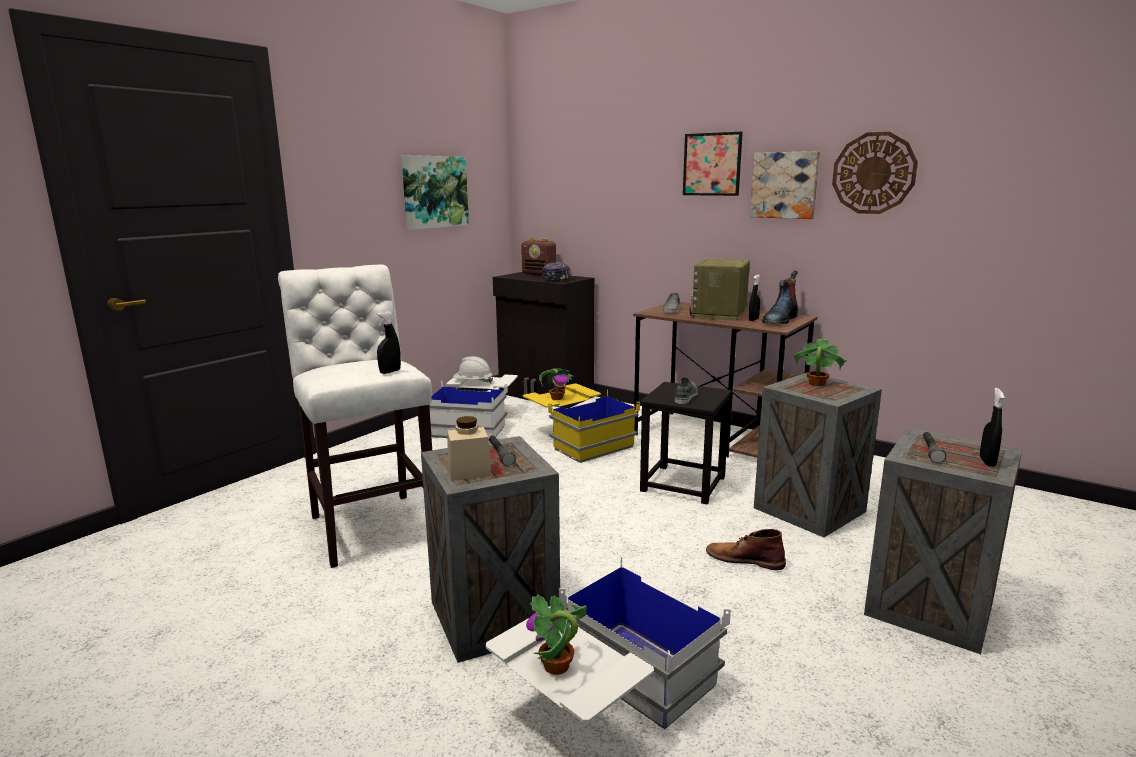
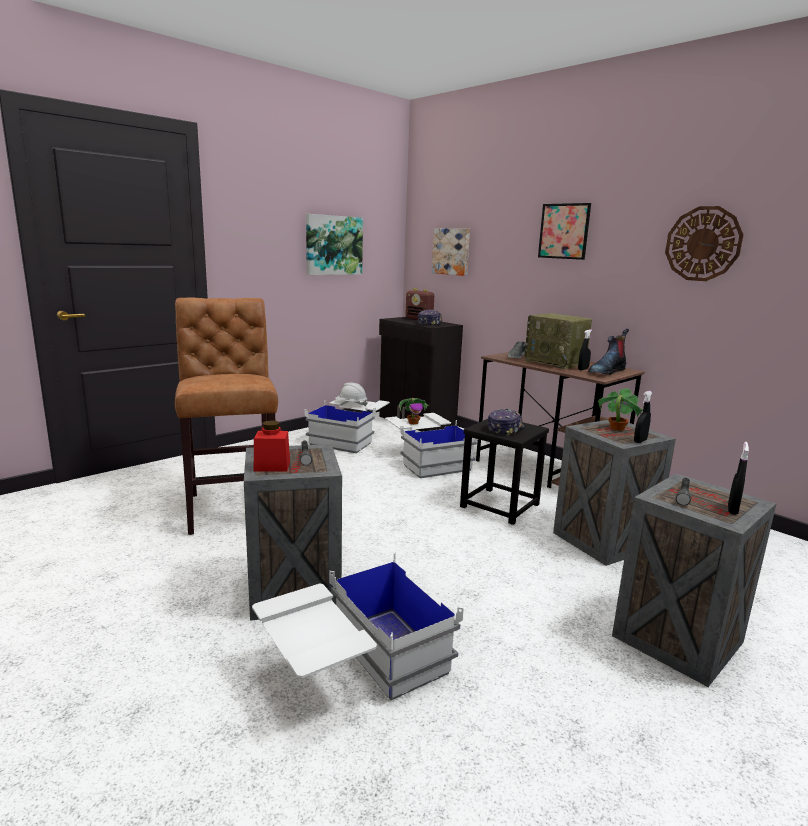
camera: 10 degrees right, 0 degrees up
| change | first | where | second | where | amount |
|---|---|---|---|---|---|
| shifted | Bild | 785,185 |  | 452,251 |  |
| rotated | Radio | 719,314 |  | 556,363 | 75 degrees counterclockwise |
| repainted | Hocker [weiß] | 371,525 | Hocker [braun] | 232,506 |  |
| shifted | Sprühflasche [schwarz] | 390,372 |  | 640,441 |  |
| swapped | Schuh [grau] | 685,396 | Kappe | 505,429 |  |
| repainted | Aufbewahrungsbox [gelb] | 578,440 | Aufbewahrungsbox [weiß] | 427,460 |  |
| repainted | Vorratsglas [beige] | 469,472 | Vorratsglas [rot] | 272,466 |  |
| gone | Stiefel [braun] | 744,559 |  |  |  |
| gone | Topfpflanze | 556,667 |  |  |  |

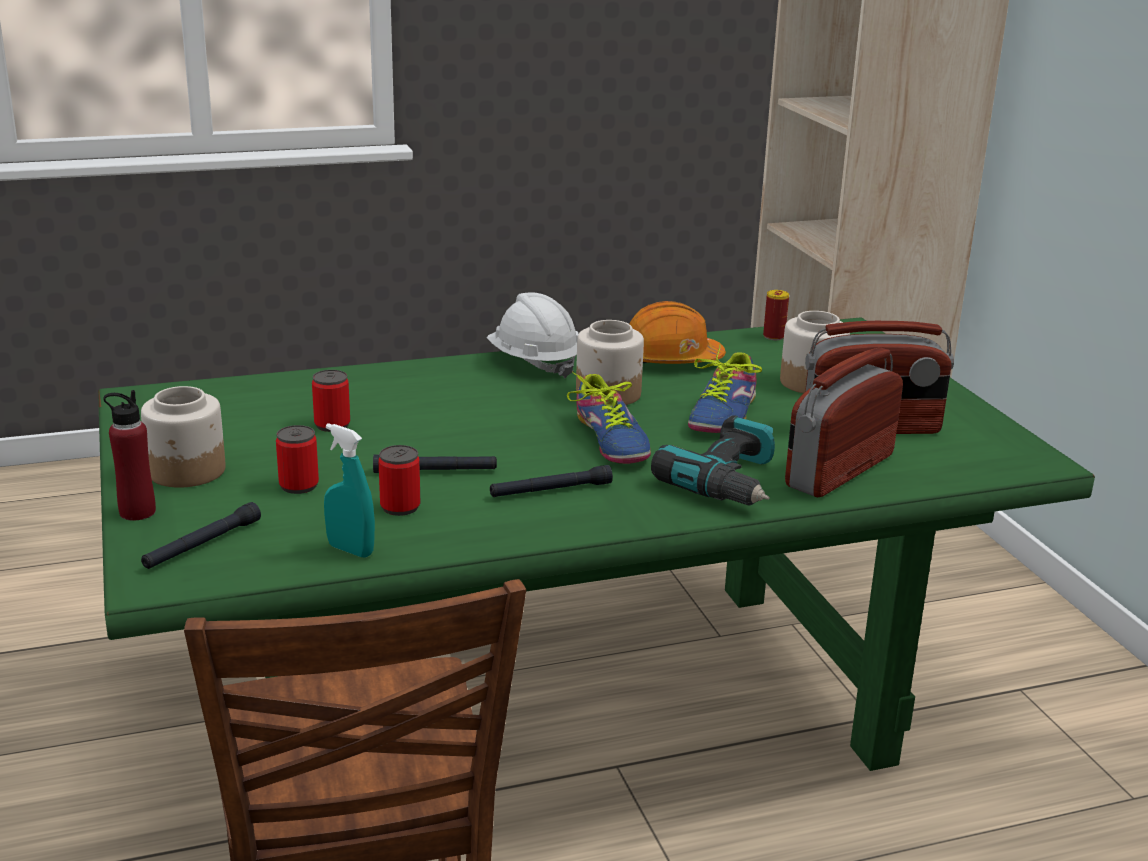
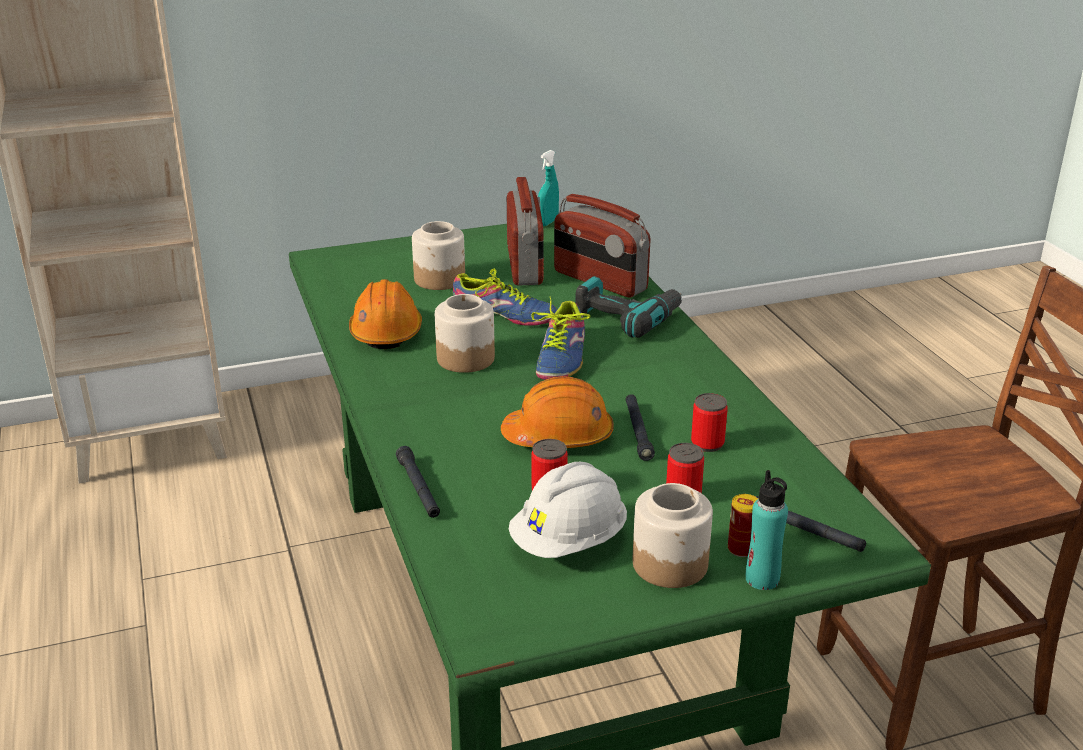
camera: 90 degrees left, 5 degrees up
| change | first | where | second | where | amount |
|---|---|---|---|---|---|
| shifted | Dose | 774,336 |  | 741,549 |  |
| shifted | Schutzhelm [weiß] | 534,363 |  | 569,542 |  |
| rotated | Schuh | 612,440 |  | 561,358 | 120 degrees clockwise |
| repainted | Flasche [rot] | 137,512 | Flasche [türkis] | 762,579 |  |
| shifted | Sprühflasche [türkis] | 350,550 |  | 548,222 |  |
| shifted | Taschenlampe [schwarz] | 550,490 |  | 418,489 |  |
| new |  |  | Schutzhelm [orange] | 559,436 |  |

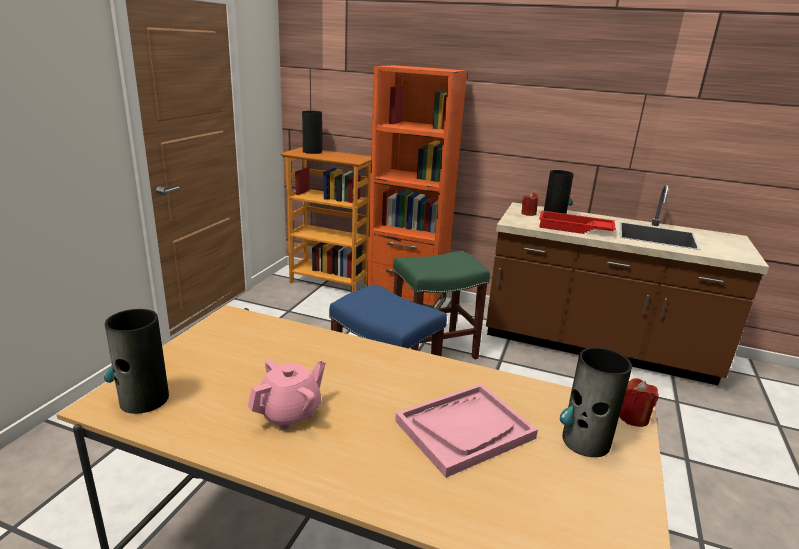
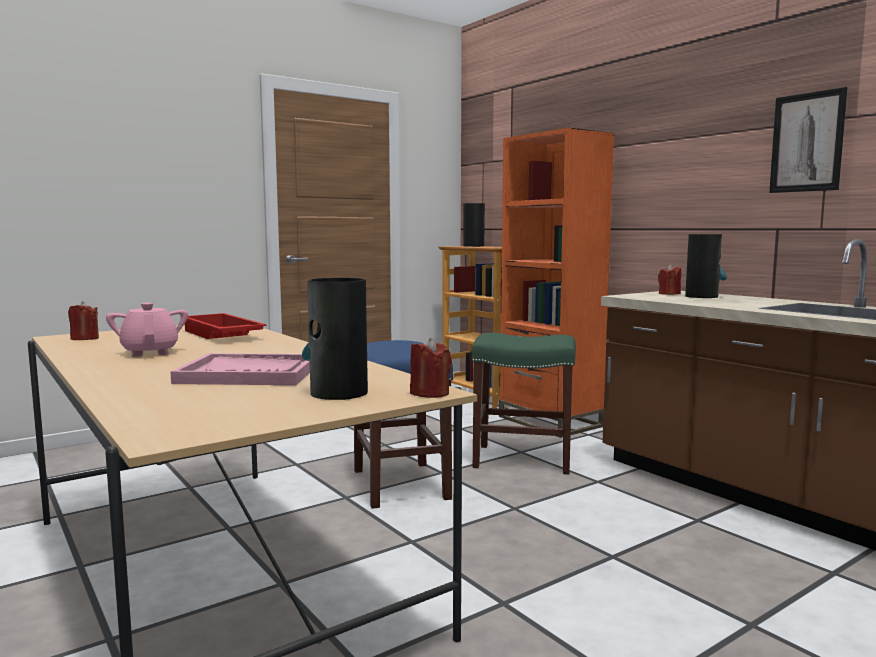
camera: 35 degrees right, 15 degrees down
| change | first | where | second | where | amount |
|---|---|---|---|---|---|
| shifted | Tablett [rot] | 574,229 |  | 220,335 |  |
| swapped | Vase | 143,400 | Kerze [rot] | 84,338 |  |
| rotated | Teekanne [rosa] | 290,413 |  | 150,352 | 105 degrees counterclockwise |
| new |  |  | Bild | 807,142 |  |

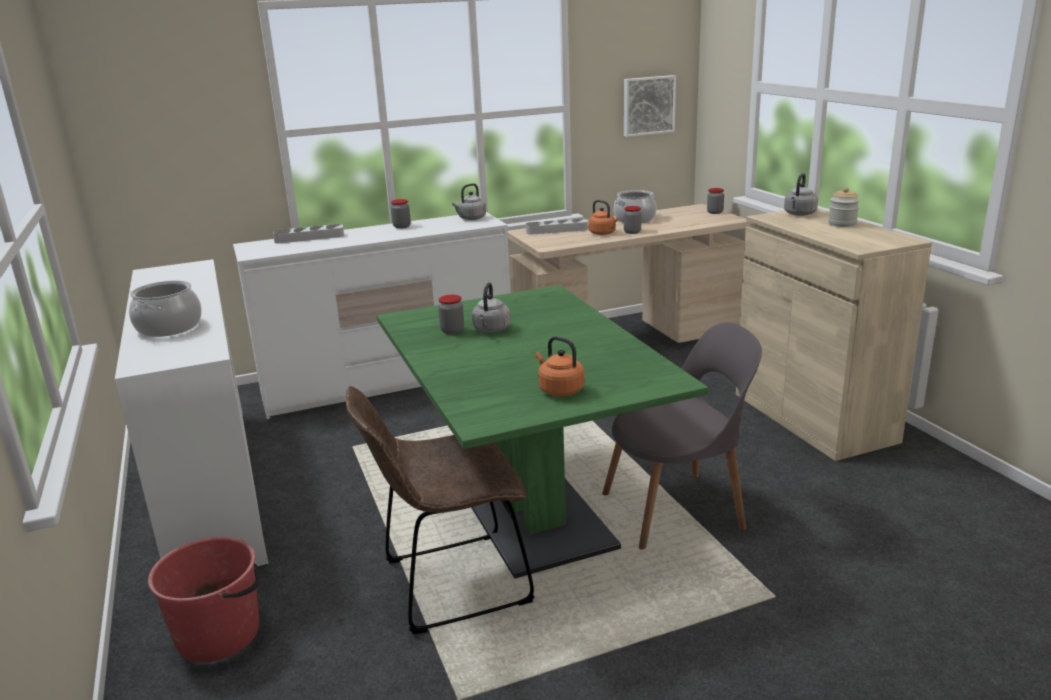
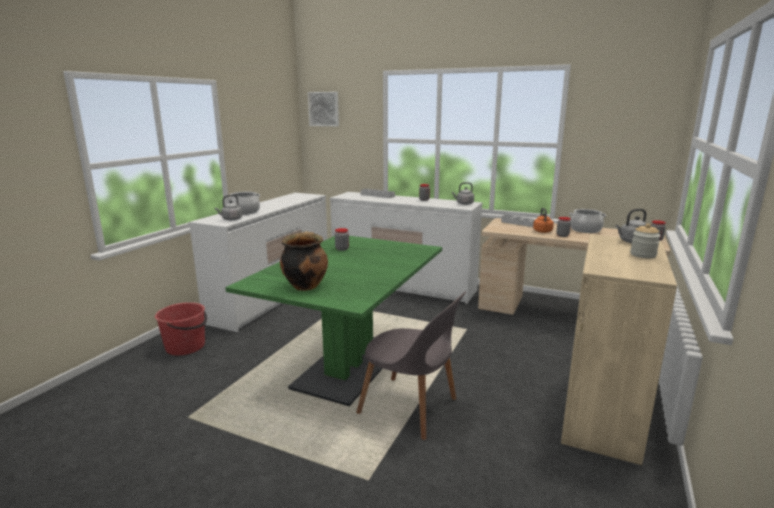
camera: 45 degrees right, 5 degrees down
| change | first | where | second | where | amount |
|---|---|---|---|---|---|
| shifted | Bild | 648,105 |  | 324,109 |  |
| shifted | Wasserkessel [grau] | 491,330 |  | 231,219 |  |
| swapped | Wasserkessel [orange] | 559,390 | Kochtopf | 305,285 |  |
| gone | Stuhl [braun] | 448,584 |  |  |  |

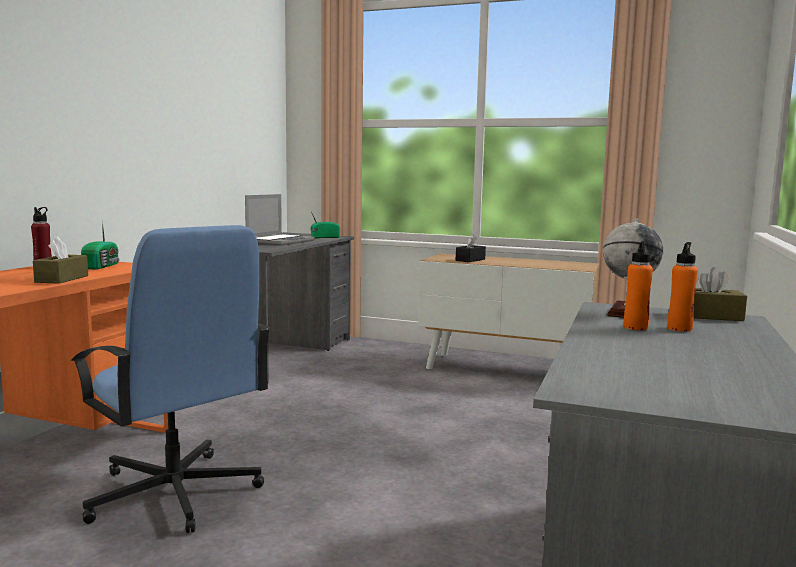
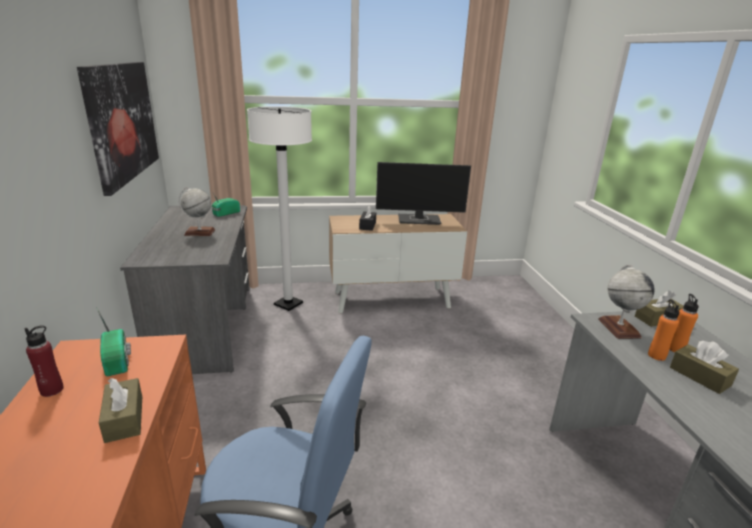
camera: 30 degrees left, 15 degrees up
| change | first | where | second | where | amount |
|---|---|---|---|---|---|
| swapped | Laptop | 280,241 | Globus | 199,232 |  |
| new |  |  | Bild | 122,121 |  |
| new |  |  | Stehlampe [weiß] | 288,304 |  |
| new |  |  | Monitor | 420,220 |  |
| new |  |  | Taschentuchbox [braun] | 699,376 |  |

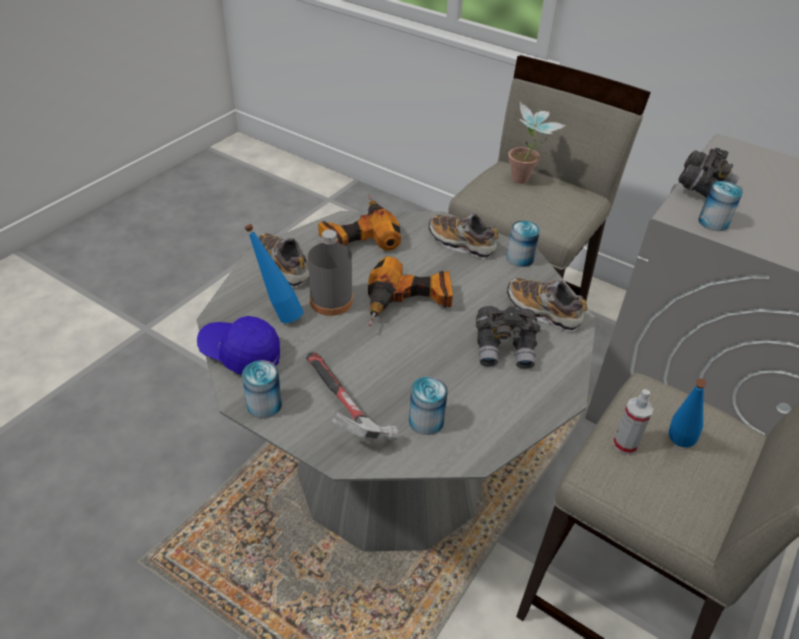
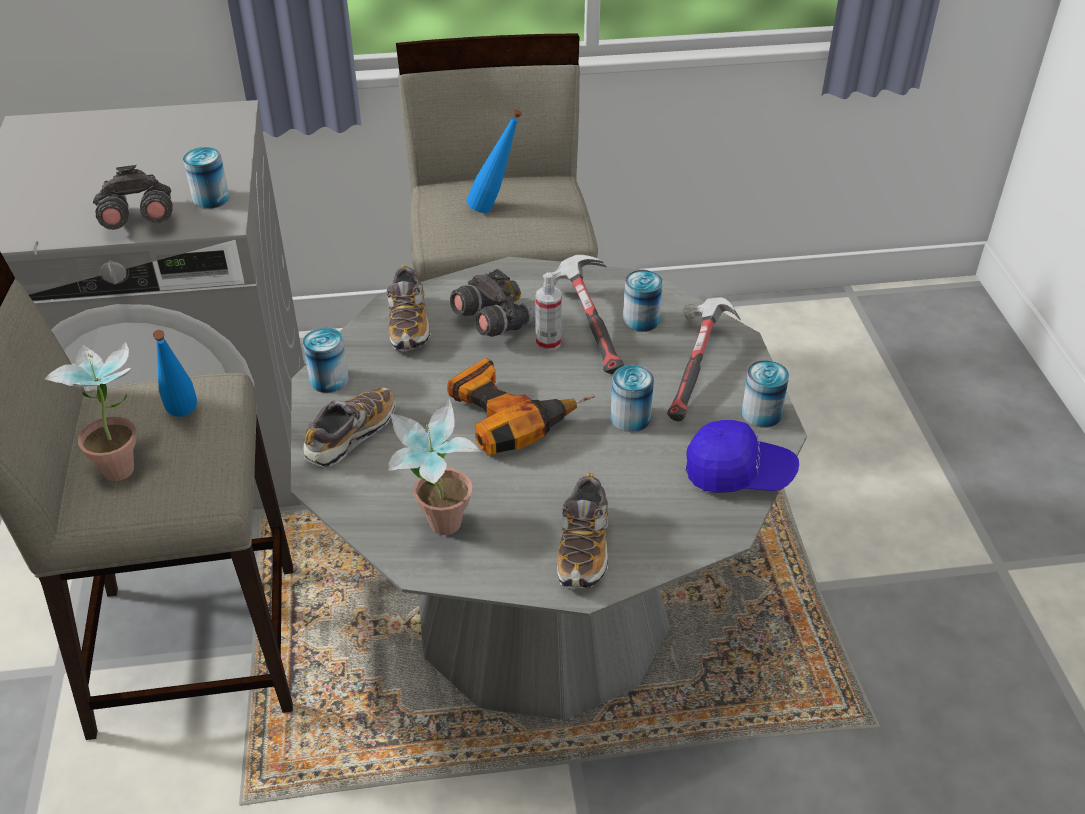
camera: 130 degrees left, 0 degrees up
| change | first | where | second | where | amount |
|---|---|---|---|---|---|
| swapped | Bohrmaschine | 357,235 | Topfpflanze | 438,531 |  |
| rotated | Schuh | 461,243 |  | 351,436 | 135 degrees counterclockwise |
| shifted | Flasche [blau] | 278,314 |  | 184,419 |  |
| gone | Flasche [grau] | 331,301 |  |  |  |
| rotated | Kappe [blau] | 240,354 |  | 738,473 | 60 degrees counterclockwise |
| shifted | Sprühflasche | 625,444 |  | 548,342 |  |
| new |  |  | Hammer | 589,325 |  |
| new |  |  | Dose | 630,418 |  |

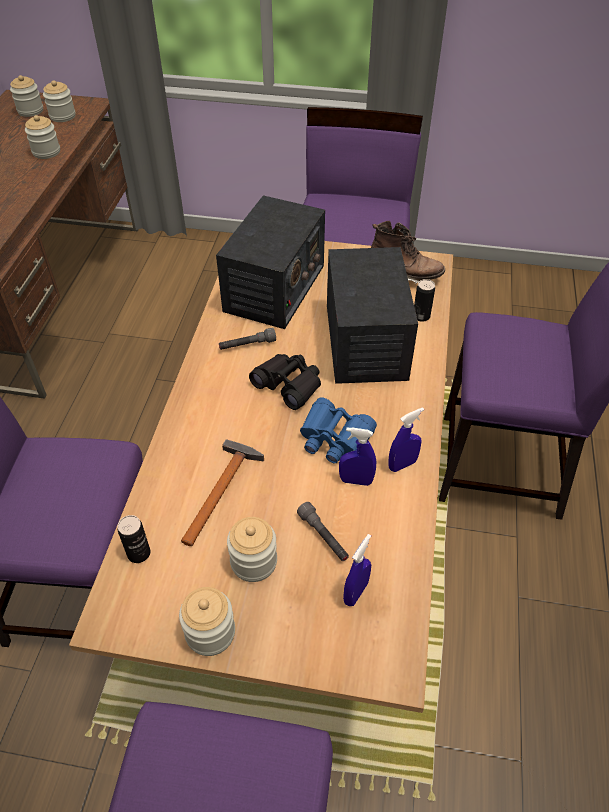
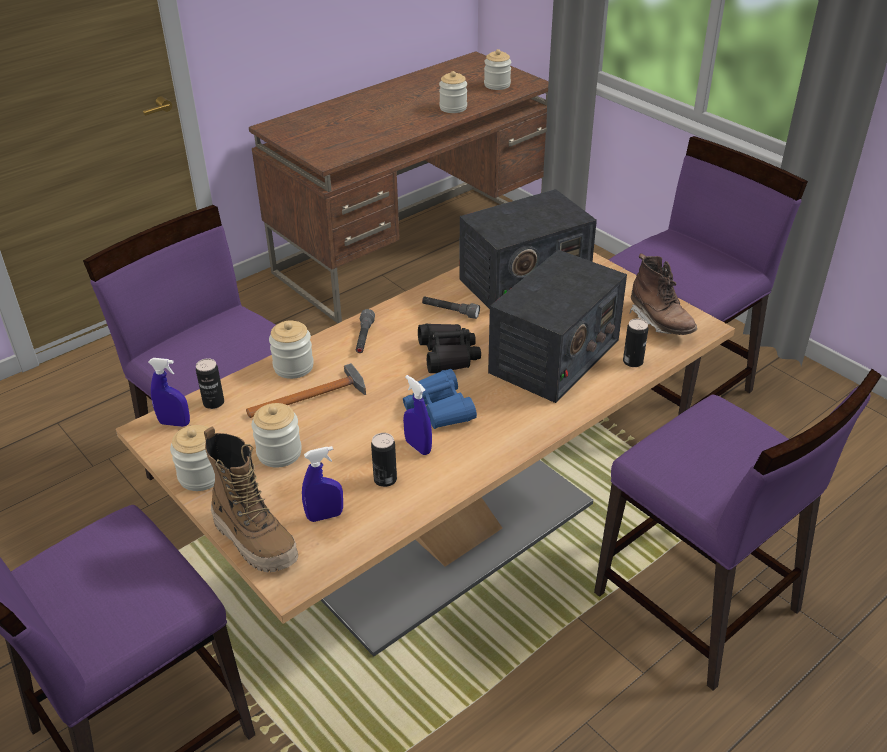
camera: 40 degrees right, 10 degrees down
| change | first | where | second | where | amount |
|---|---|---|---|---|---|
| shifted | Vorratsglas | 30,111 |  | 293,367 |  |
| shifted | Sprühflasche [blau] | 402,464 |  | 174,423 |  |
| shifted | Taschenlampe [grau] | 323,537 |  | 364,338 |  |
| new |  |  | Stiefel | 255,540 |  |
| new |  |  | Dose | 385,479 |  |

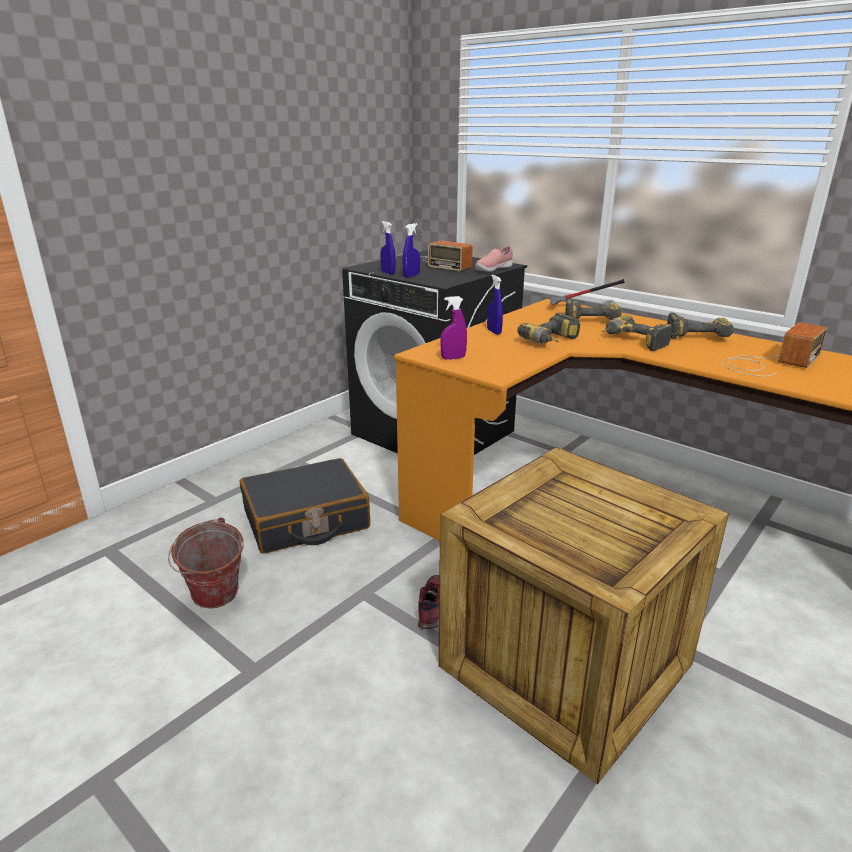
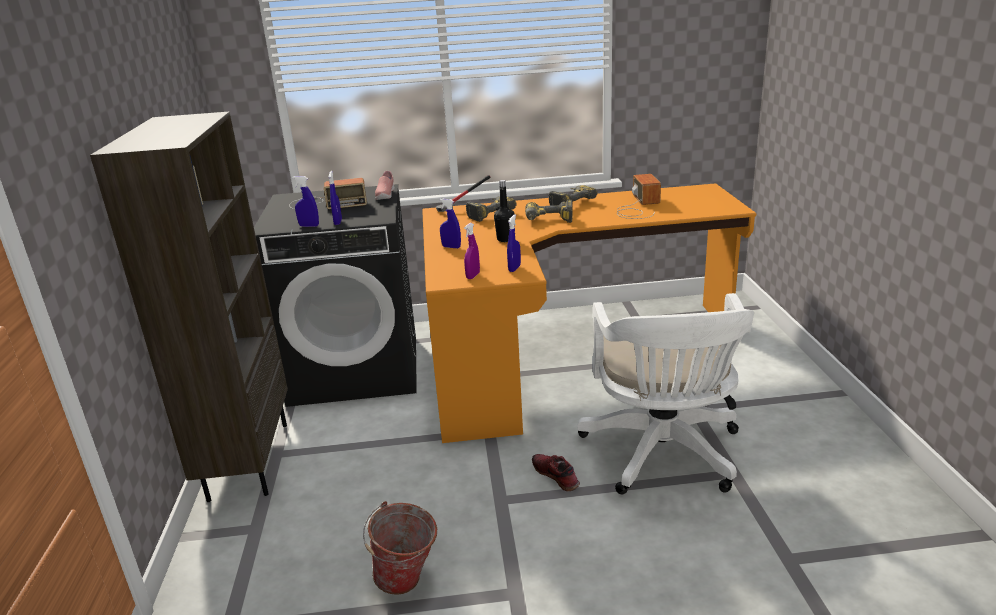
camera: 45 degrees left, 0 degrees up
| change | first | where | second | where | amount |
|---|---|---|---|---|---|
| swapped | Bohrmaschine | 553,342 | Flasche [schwarz] | 505,239 |  |
| swapped | Kiste | 561,665 | Bürostuhl [weiß] | 663,455 |  |
| gone | Koffer [schwarz] | 306,520 |  |  |  |
| new |  |  | Bücherregal [braun] | 248,460 |  |
| new |  |  | Sprühflasche [blau] | 514,268 |  |

